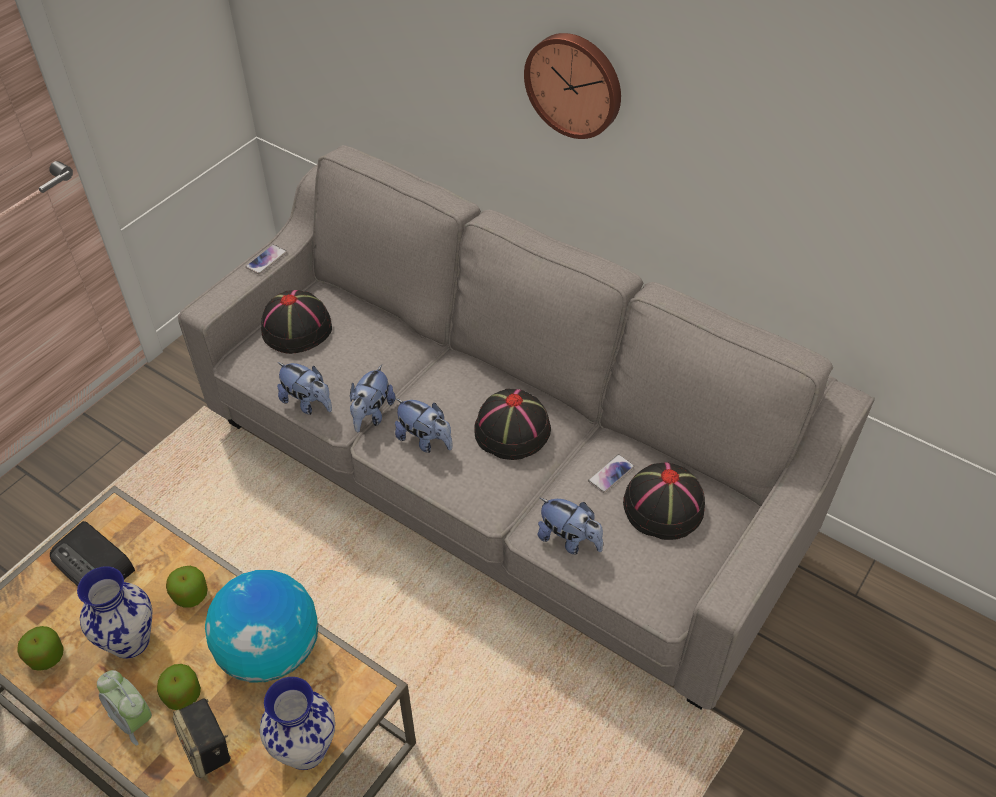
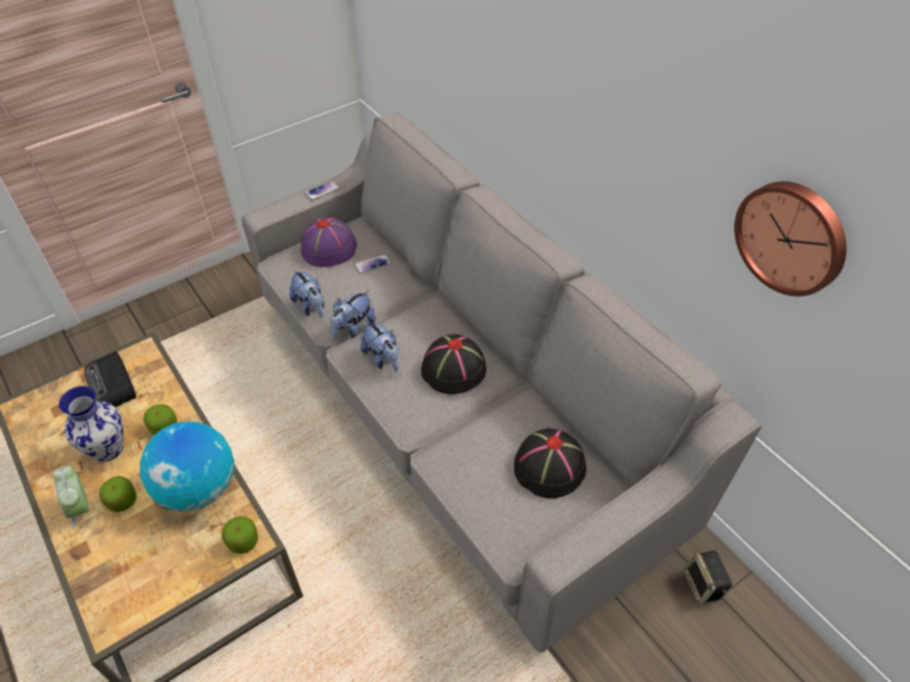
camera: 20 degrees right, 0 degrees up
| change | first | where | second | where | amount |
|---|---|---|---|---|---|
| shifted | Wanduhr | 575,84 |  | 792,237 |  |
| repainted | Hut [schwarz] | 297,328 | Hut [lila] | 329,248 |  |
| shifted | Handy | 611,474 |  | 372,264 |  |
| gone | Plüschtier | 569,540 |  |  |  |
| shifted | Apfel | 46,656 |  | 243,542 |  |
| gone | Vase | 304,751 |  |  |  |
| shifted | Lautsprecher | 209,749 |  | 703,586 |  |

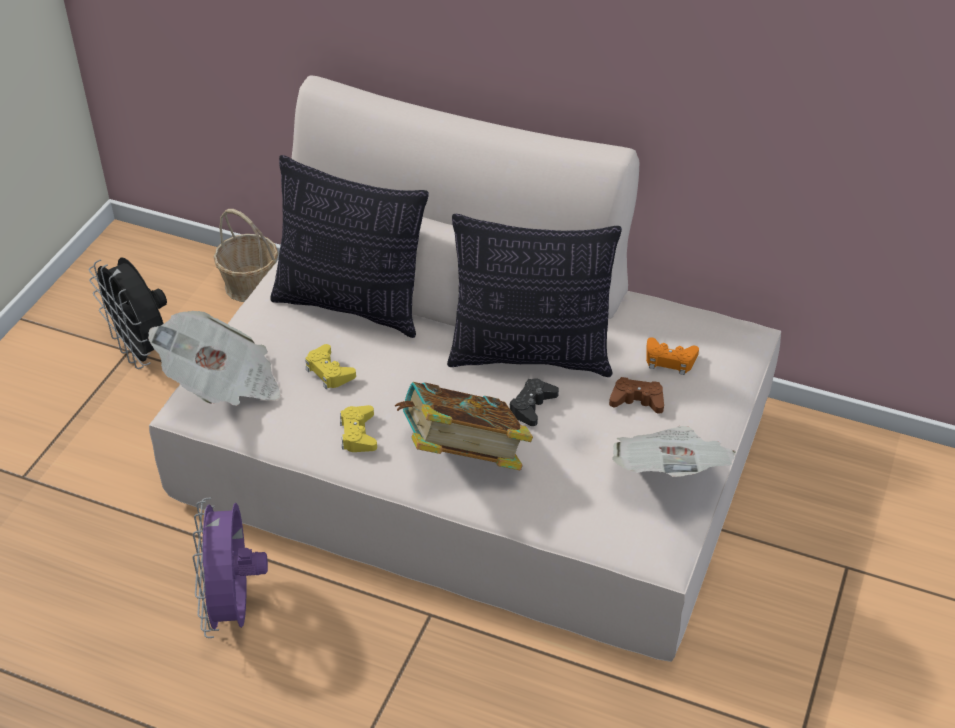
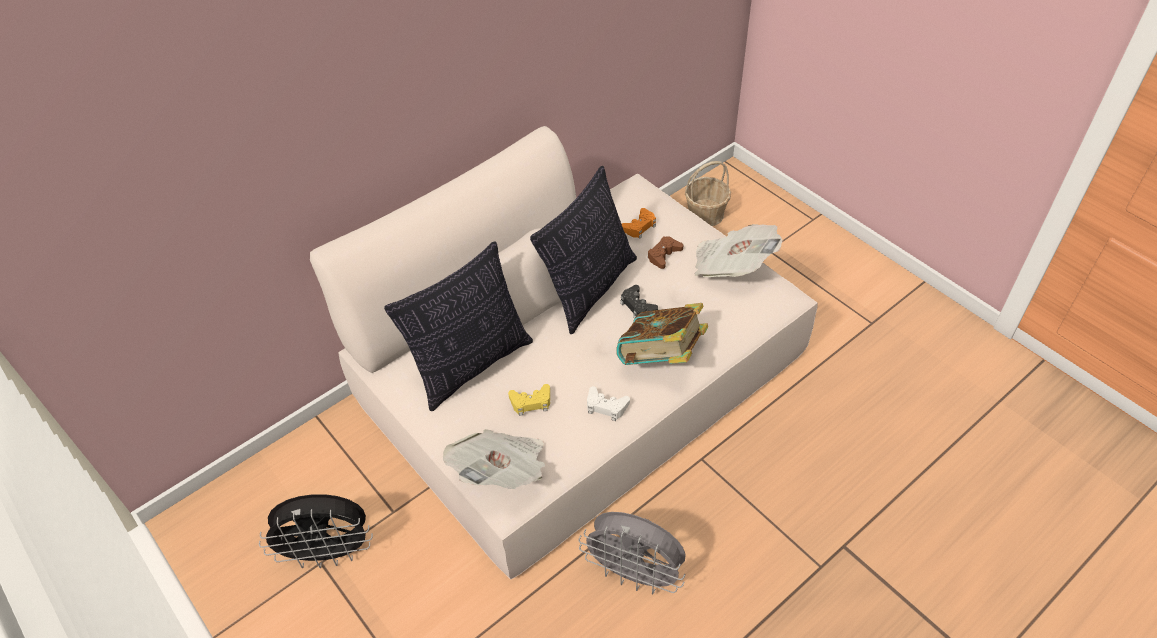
camera: 60 degrees left, 5 degrees up
| change | first | where | second | where | amount |
|---|---|---|---|---|---|
| shifted | Korb | 250,285 |  | 706,214 |  |
| repainted | Gamepad [gelb] | 358,434 | Gamepad [weiß] | 606,406 |  |
| repainted | Ventilator [lila] | 234,607 | Ventilator [grau] | 635,574 |  |

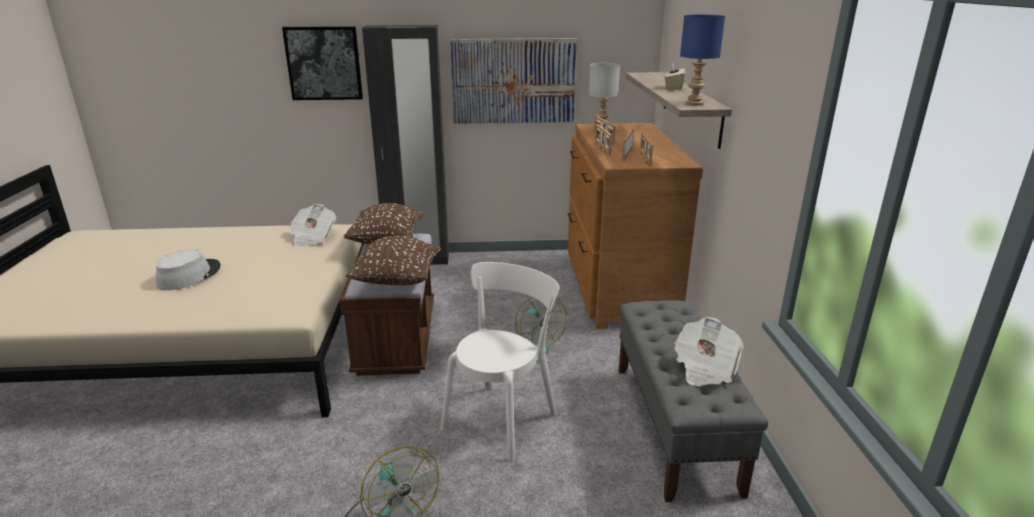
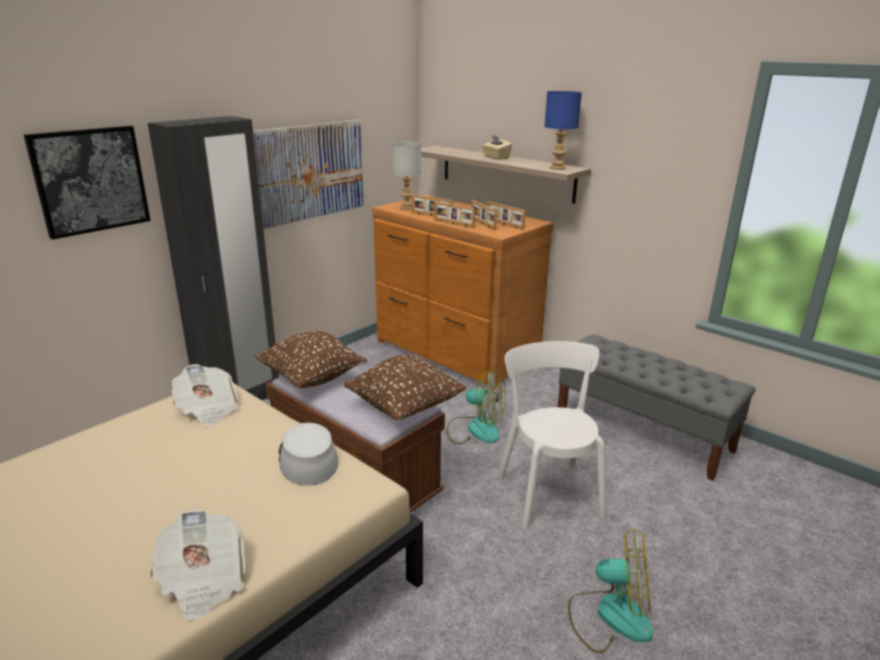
camera: 45 degrees left, 0 degrees up
| change | first | where | second | where | amount |
|---|---|---|---|---|---|
| shifted | Hut [grau] | 189,275 |  | 307,459 |  |
| shifted | Zeitung | 704,368 |  | 203,581 |  |

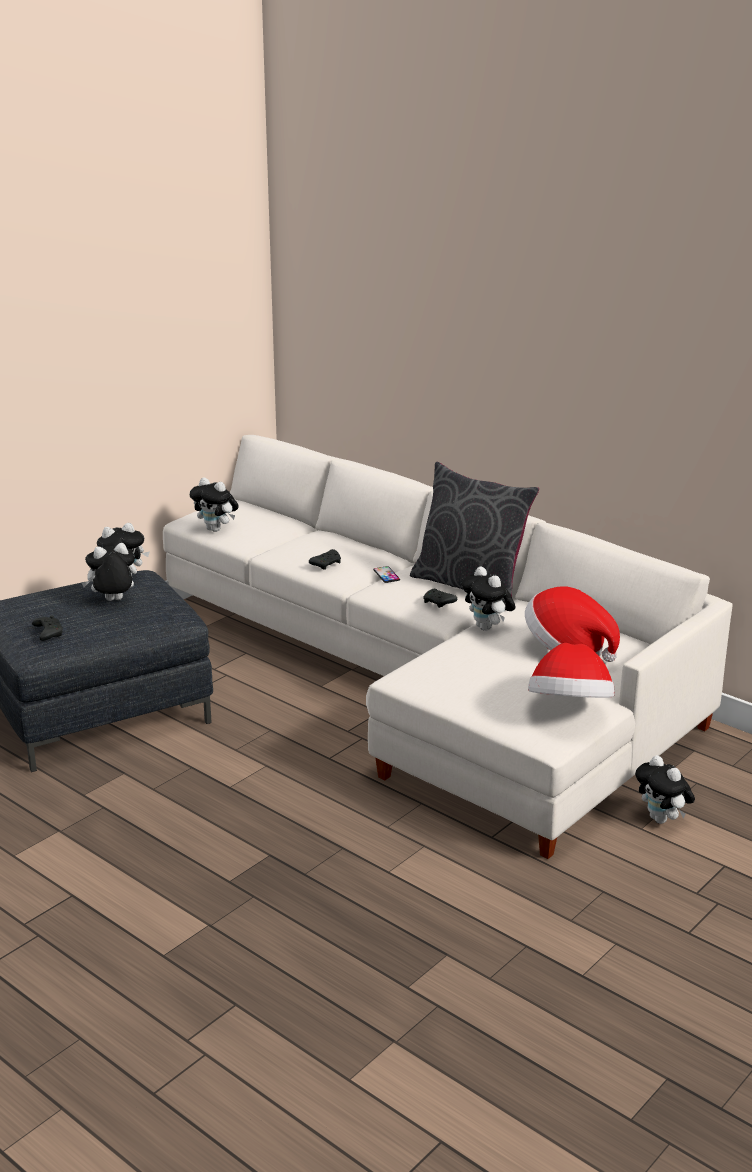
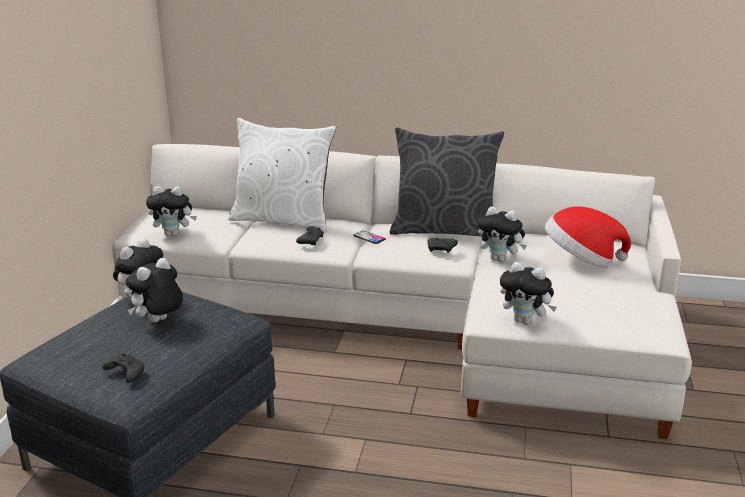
camera: 30 degrees left, 0 degrees up
| change | first | where | second | where | amount |
|---|---|---|---|---|---|
| gone | Hut | 570,708 |  |  |  |
| shifted | Plüschtier | 662,819 |  | 525,321 |  |
| new |  |  | Kissen [weiß] | 283,220 |  |

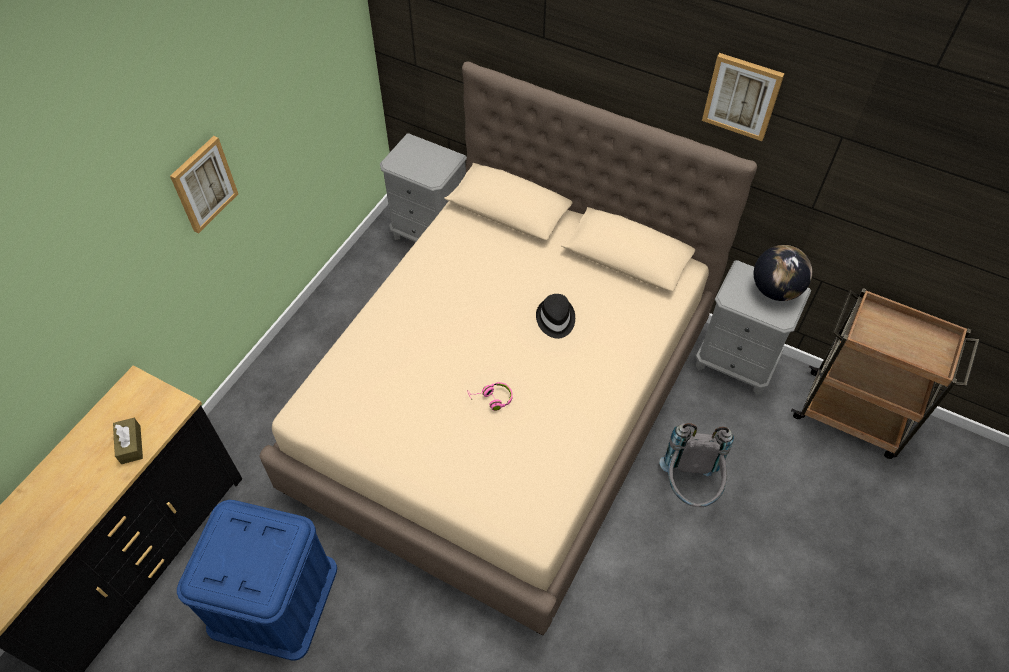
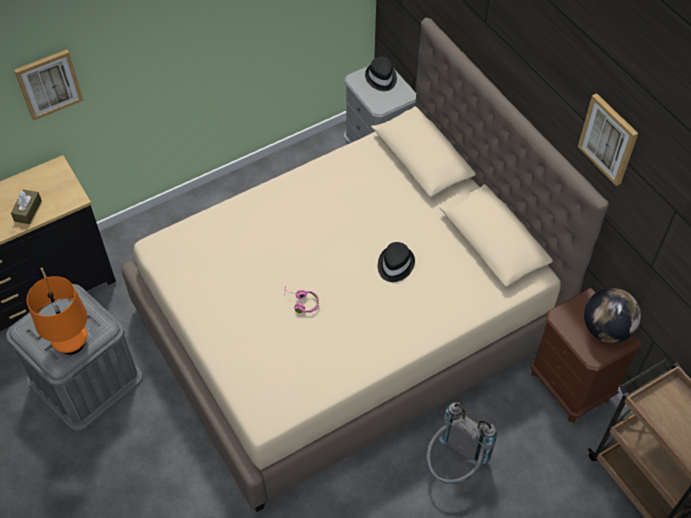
camera: 30 degrees right, 0 degrees up
| change | first | where | second | where | amount |
|---|---|---|---|---|---|
| shifted | Bild | 203,184 |  | 48,84 |  |
| repainted | Nachttisch [grau] | 736,363 | Nachttisch [braun] | 570,386 |  |
| repainted | Aufbewahrungsbox [blau] | 273,598 | Aufbewahrungsbox [grau] | 85,378 |  |
| new |  |  | Hut [schwarz] | 381,78 |  |
| new |  |  | Tischlampe [orange] | 71,343 |  |

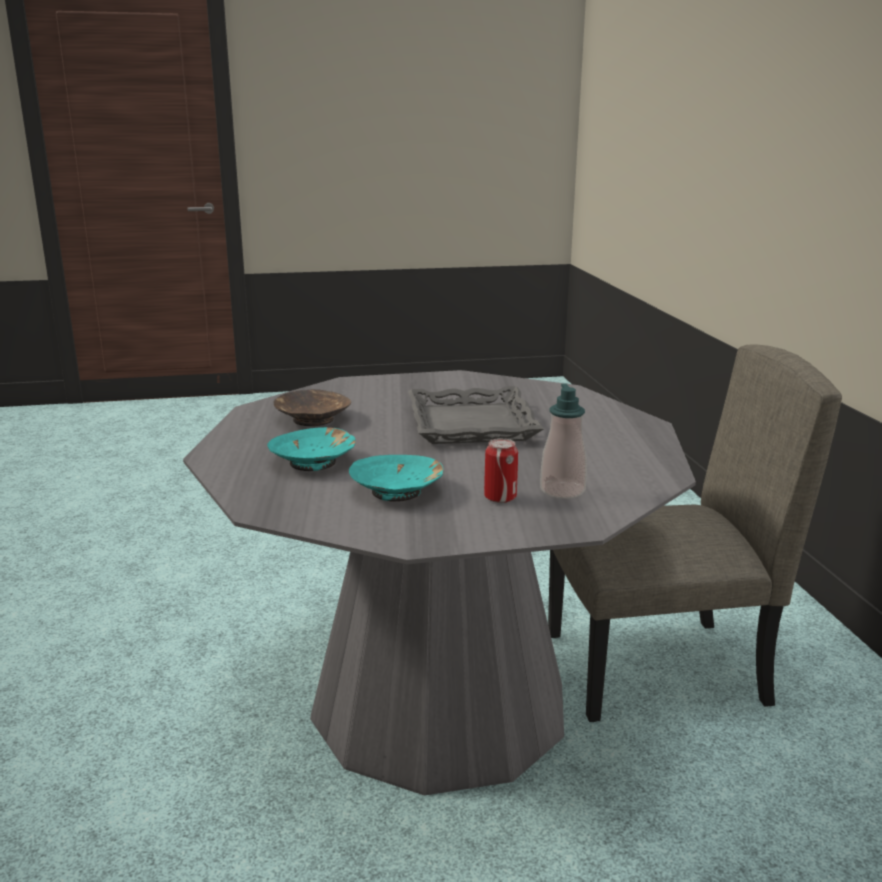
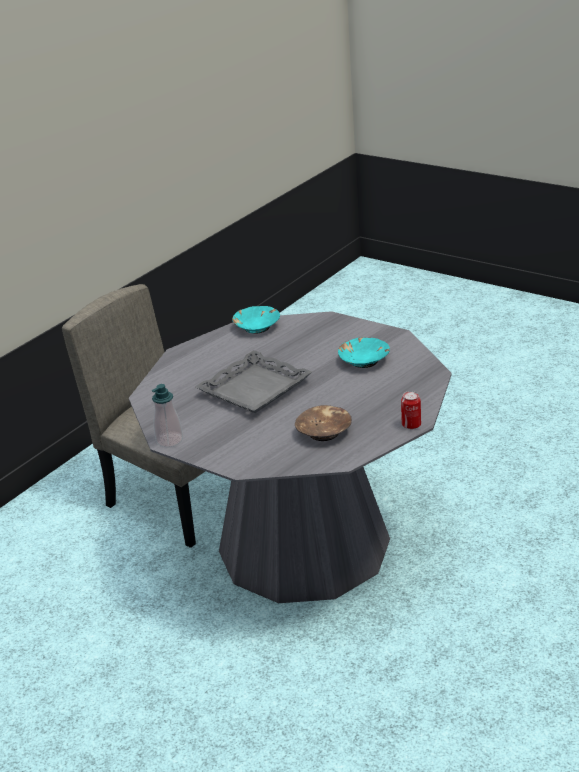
camera: 130 degrees left, 10 degrees up
| change | first | where | second | where | amount |
|---|---|---|---|---|---|
| shifted | Seifenspender | 562,490 |  | 169,440 |  |
| shifted | Schüssel [türkis] | 313,462 |  | 257,327 |  |
| shifted | Dose | 500,498 |  | 411,425 |  |

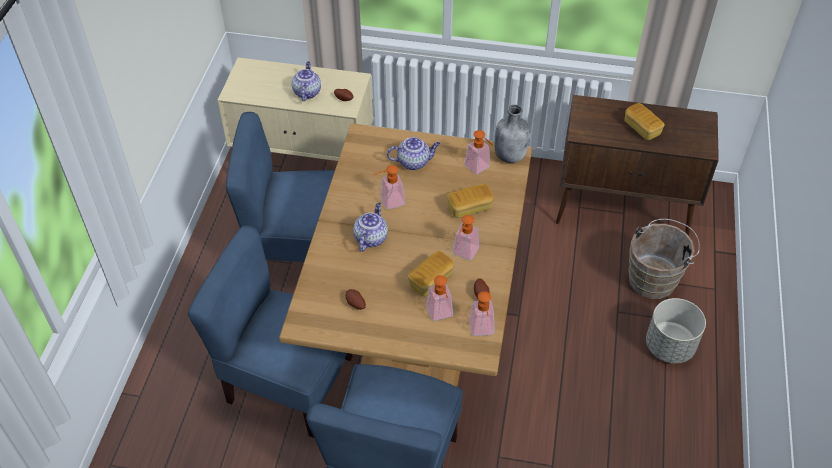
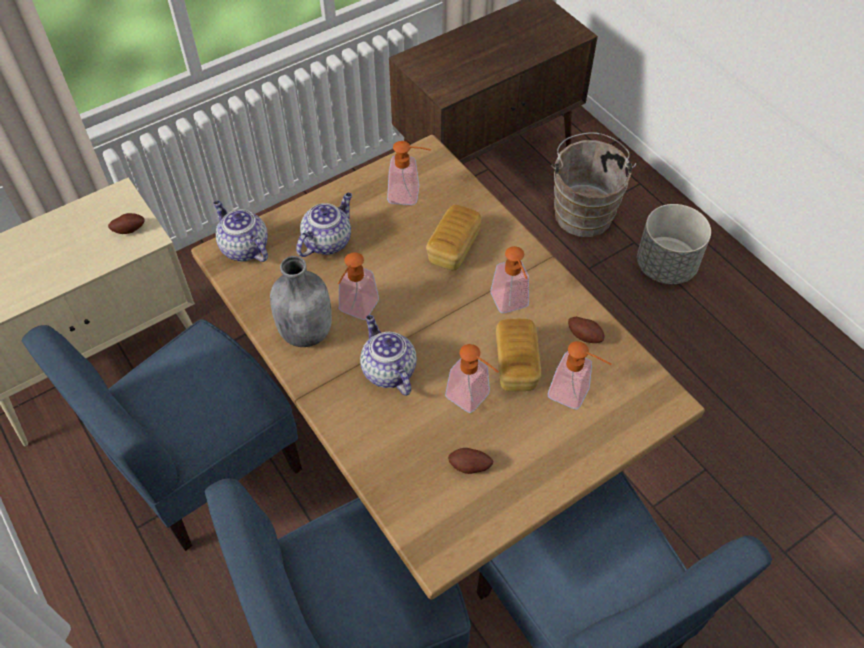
camera: 45 degrees left, 5 degrees up
| change | first | where | second | where | amount |
|---|---|---|---|---|---|
| shifted | Teekanne | 307,92 |  | 243,248 |  |
| gone | Brot | 642,128 |  |  |  |
| shifted | Flasche [grau] | 510,155 |  | 306,331 |  |
| shifted | Seifenspender | 482,331 |  | 473,399 |  |

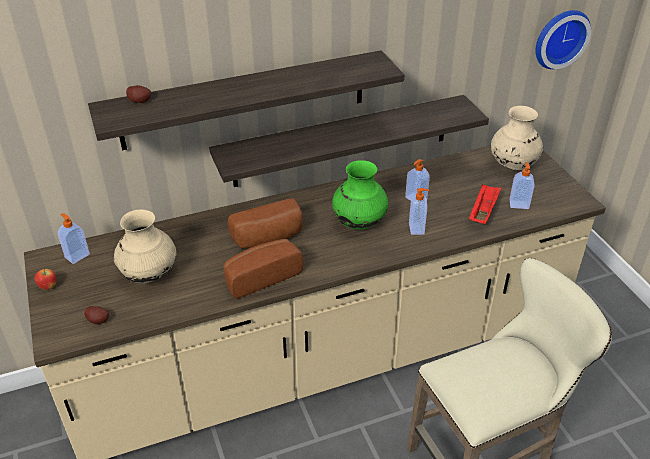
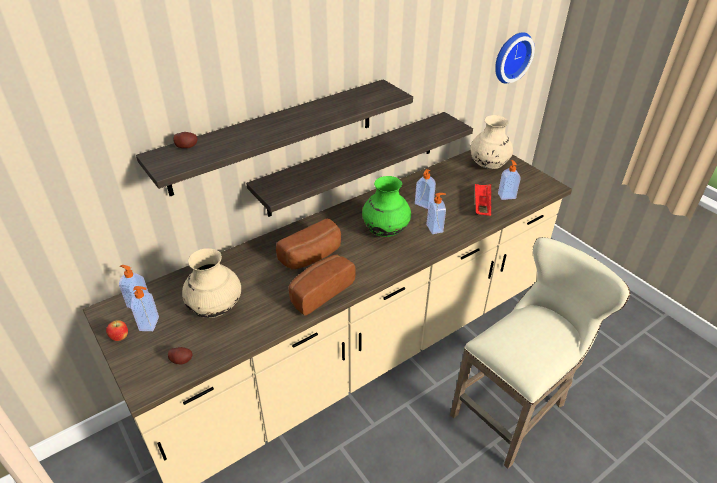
camera: 15 degrees left, 0 degrees up
| change | first | where | second | where | amount |
|---|---|---|---|---|---|
| new |  |  | Seifenspender | 150,324 |  |

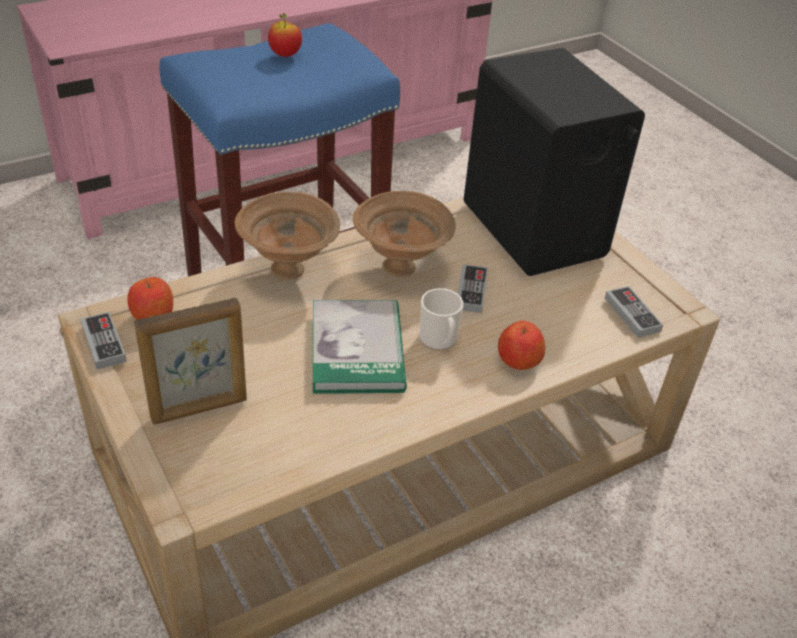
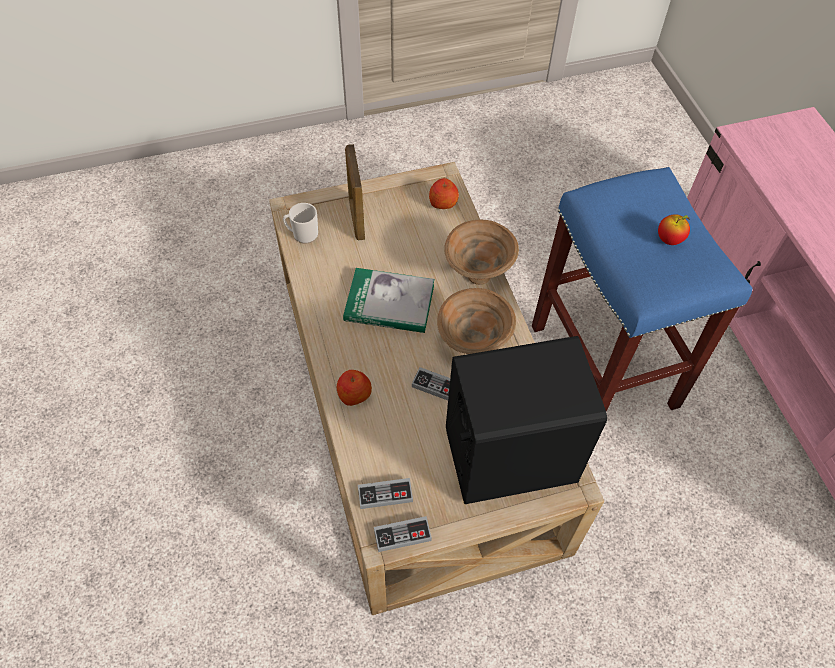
camera: 105 degrees right, 15 degrees up
| change | first | where | second | where | amount |
|---|---|---|---|---|---|
| shifted | Henkelbecher | 439,341 |  | 302,234 |  |
| shifted | Gamepad | 104,343 |  | 402,535 |  |

